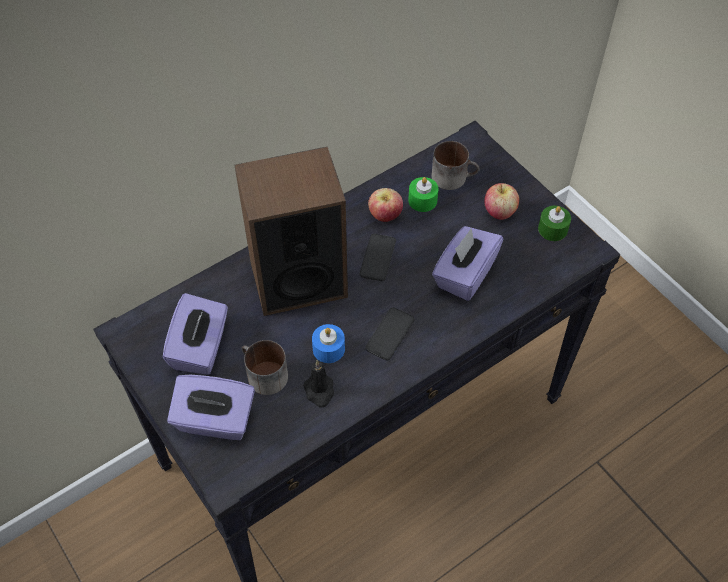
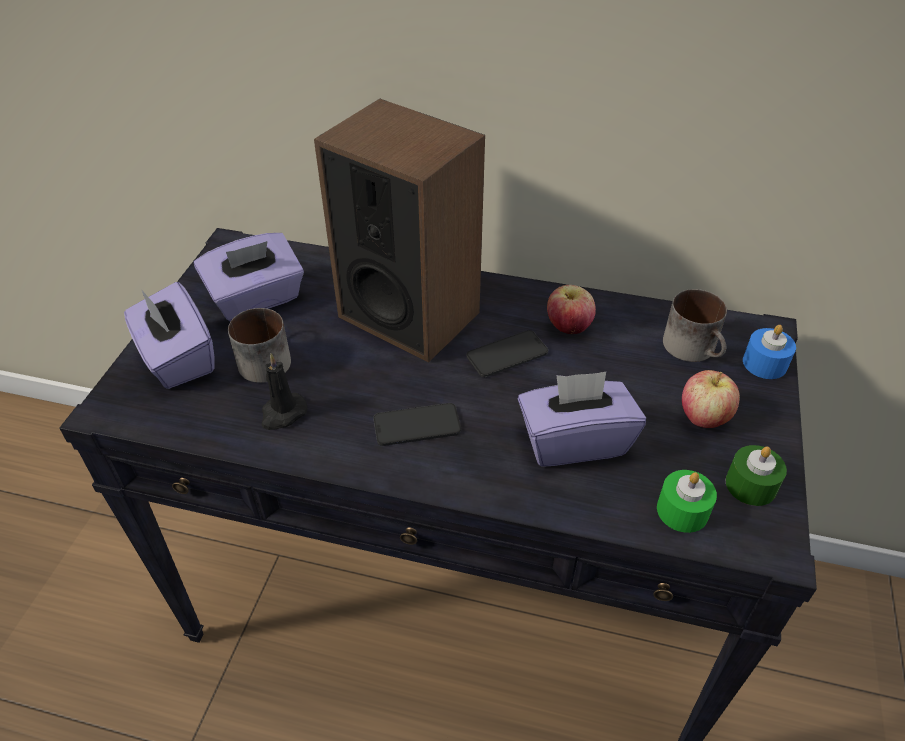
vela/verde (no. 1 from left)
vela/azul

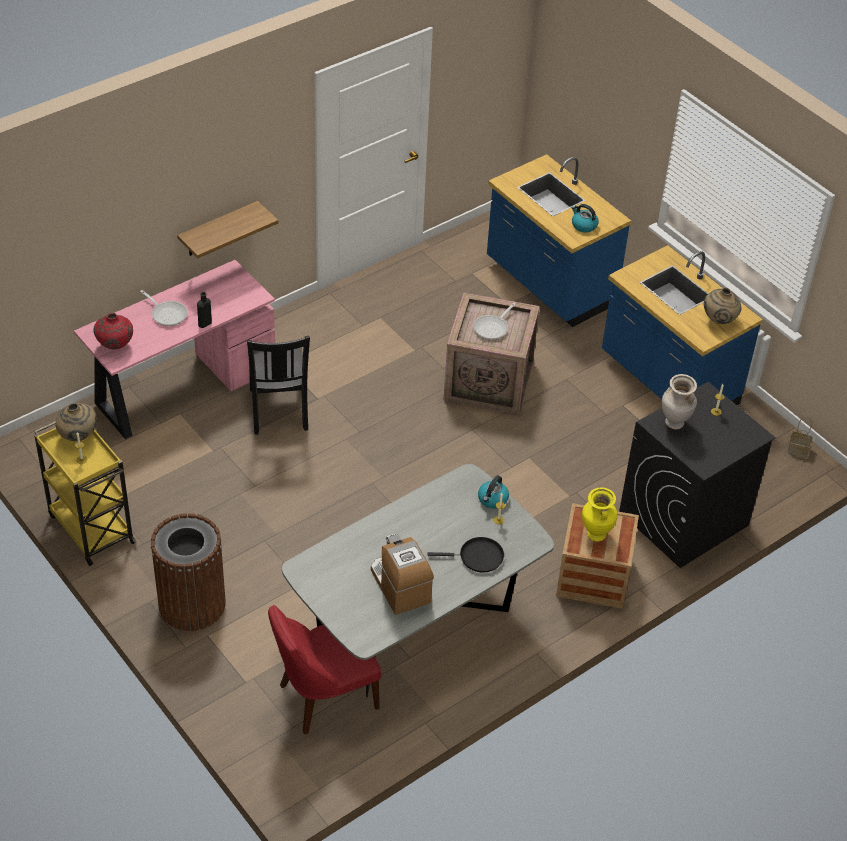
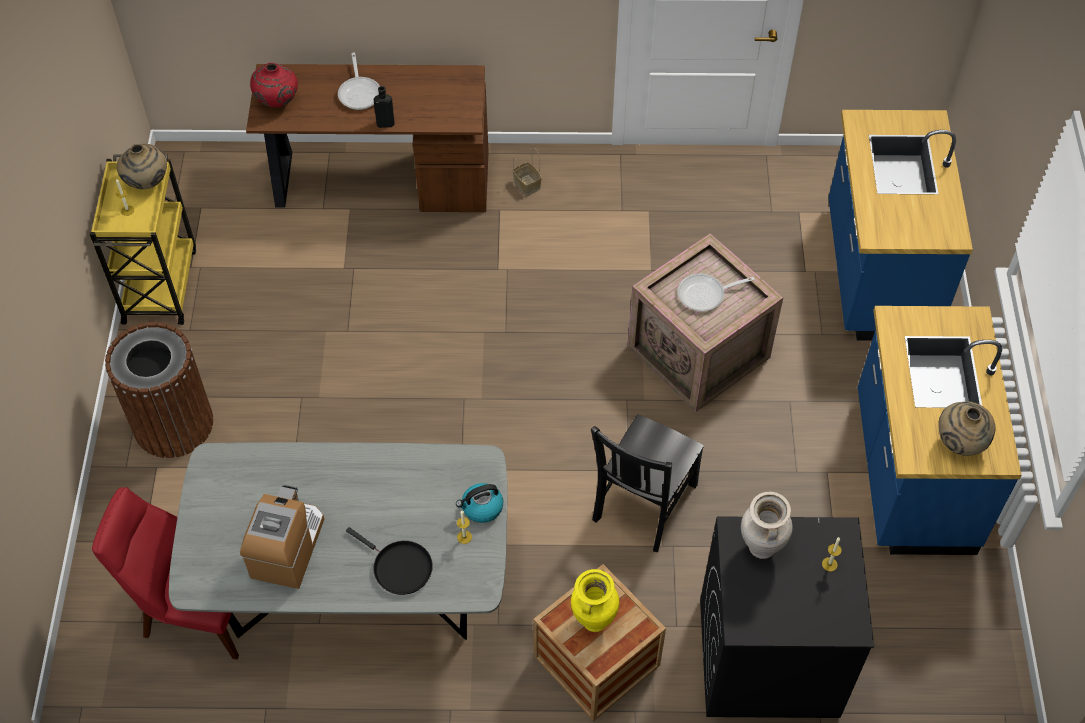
escritorio/marrón
cesta
silla/negro
estante
hervidor (no. 2 from left in the first image)

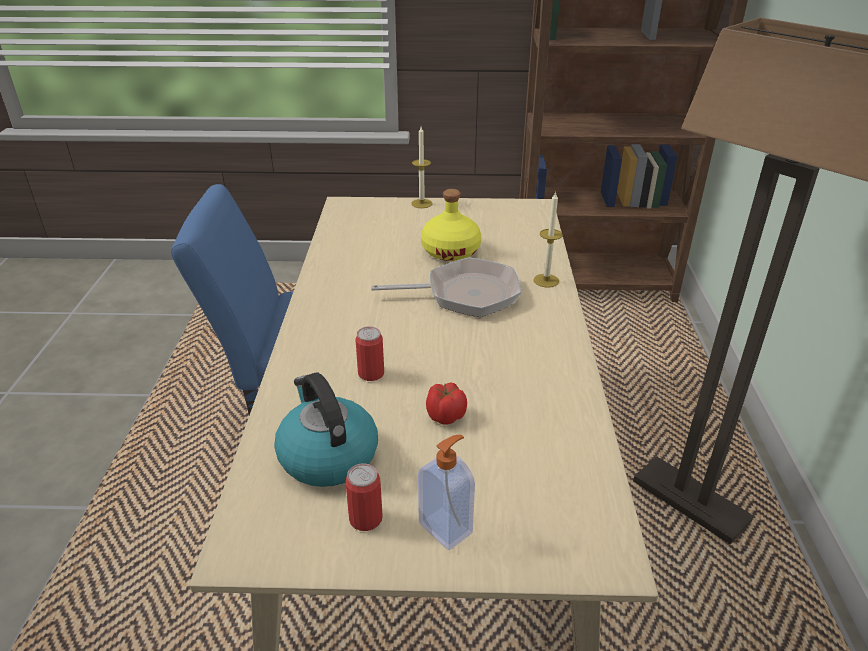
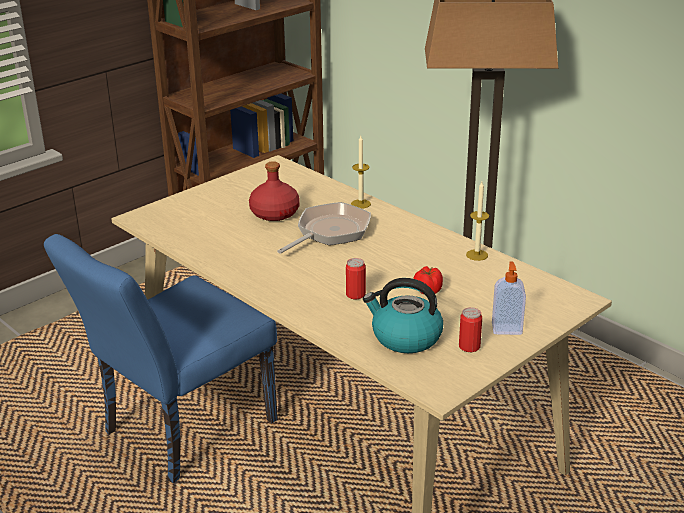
botella/rojo
vela (no. 2 from left)

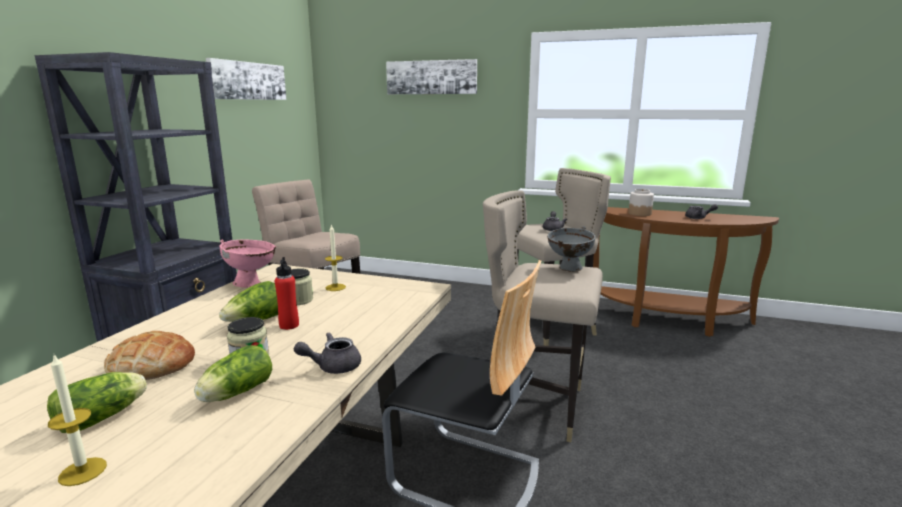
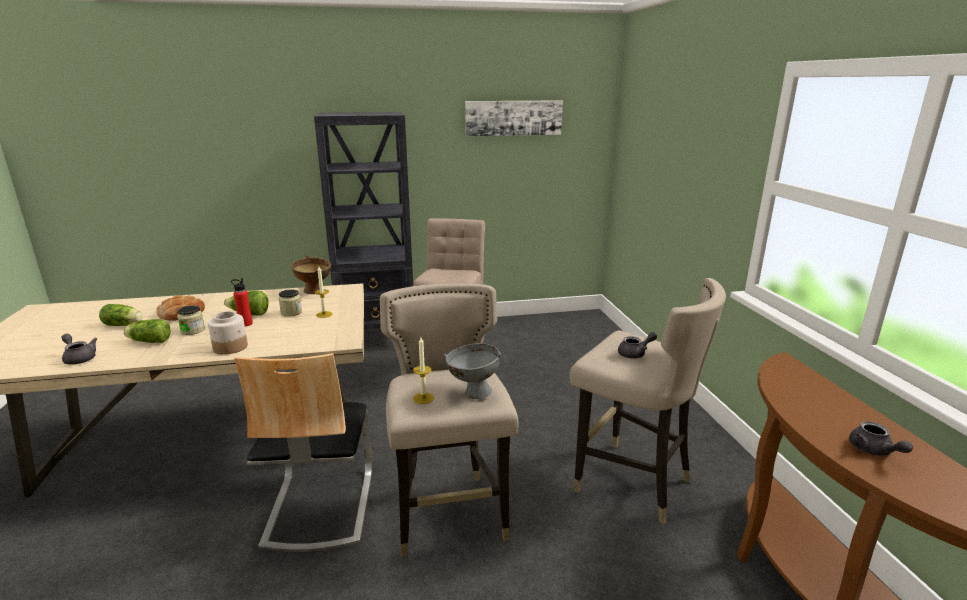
tetera/gris (no. 1 from left)
tarro (no. 2 from left)
cuenco/marrón
vela (no. 2 from left)
cuadro (no. 2 from left in the first image)

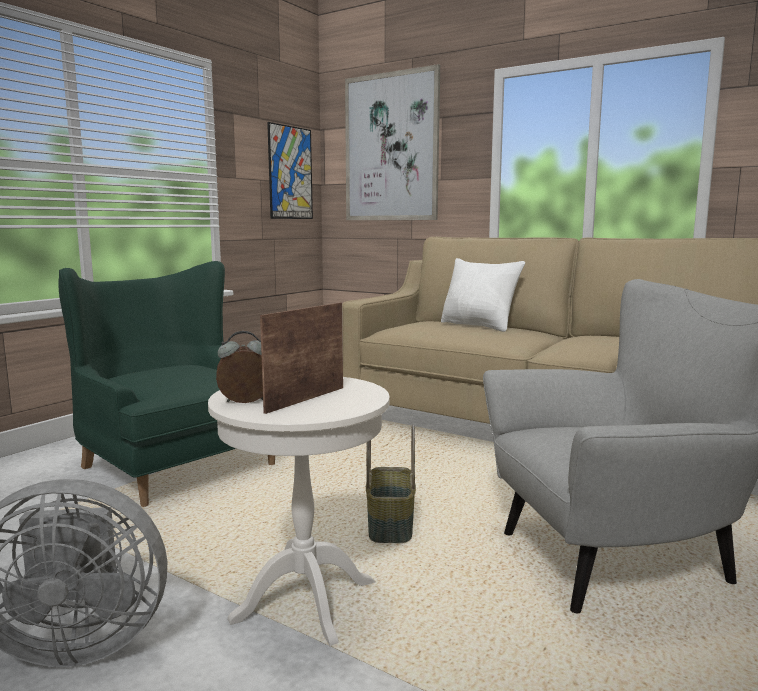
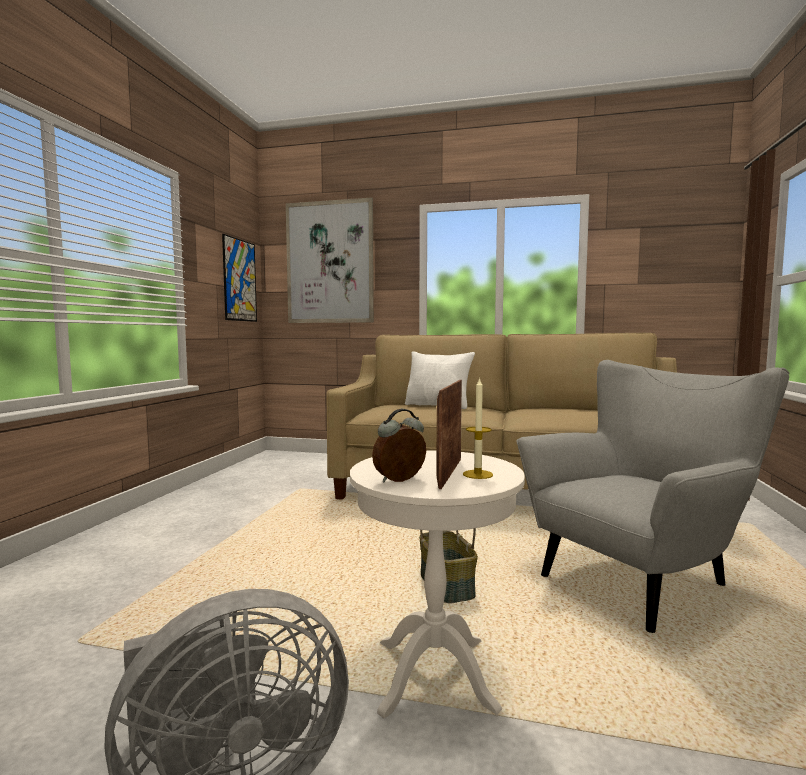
vela
sillón/verde

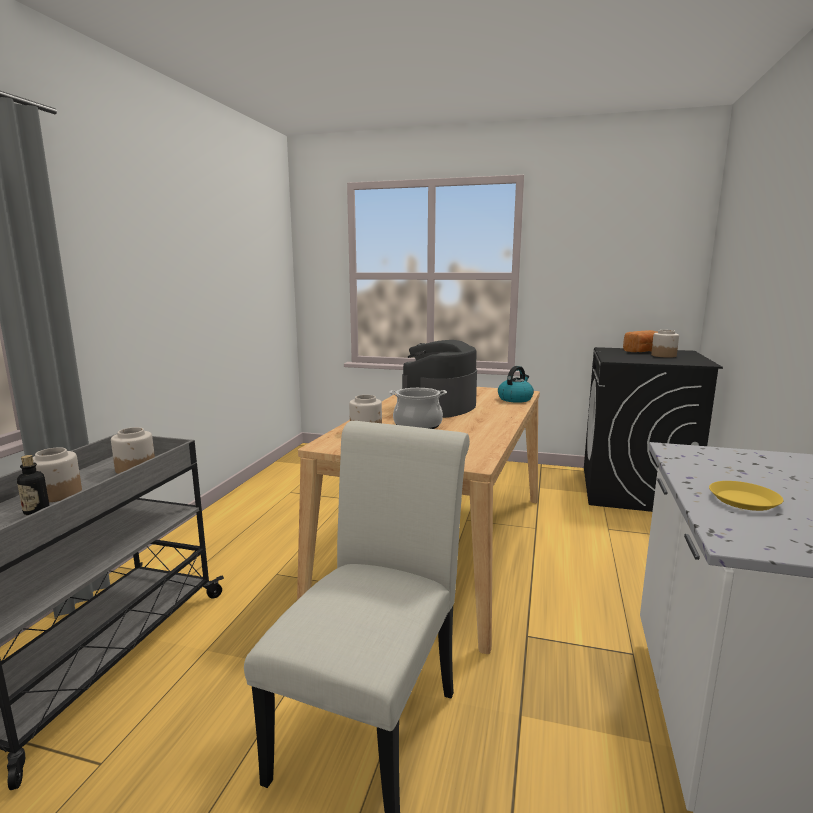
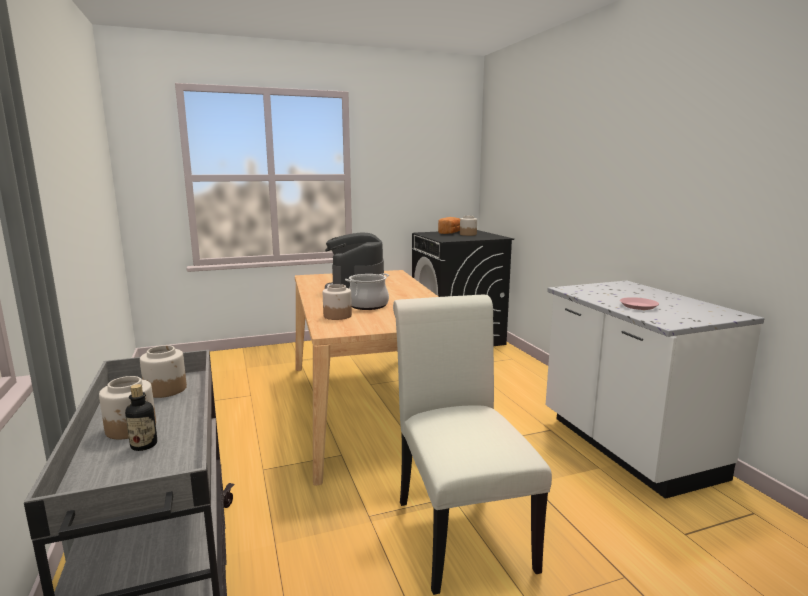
plato/rosa
hervidor

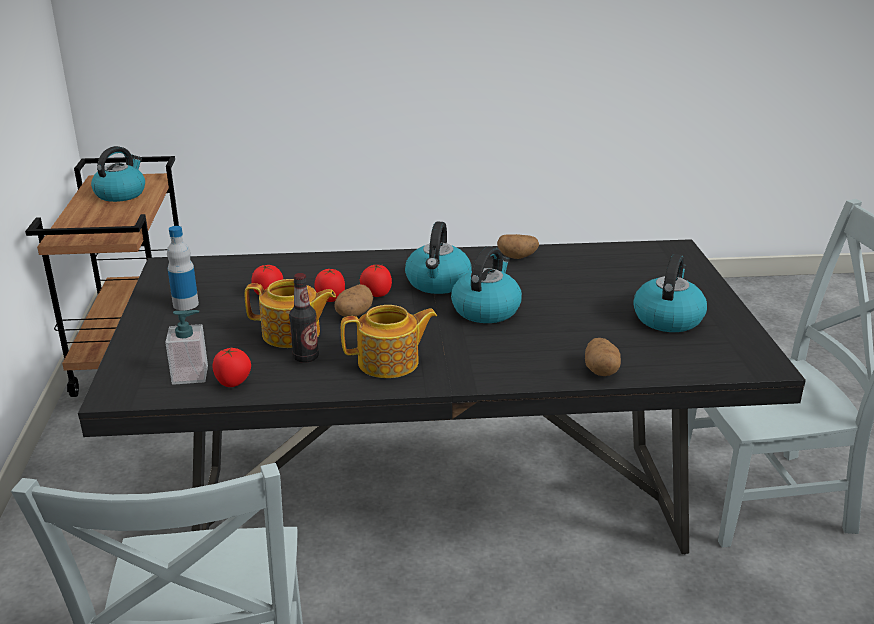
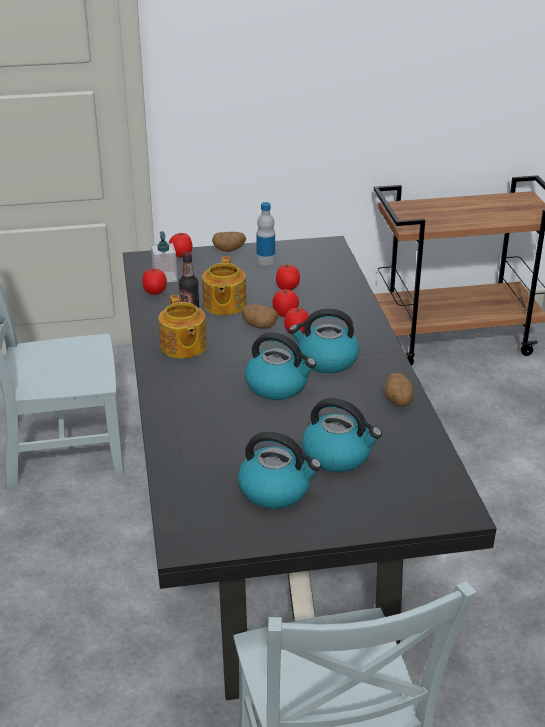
tomate (no. 2 from left)
patata (no. 1 from left)
hervidor (no. 4 from left)

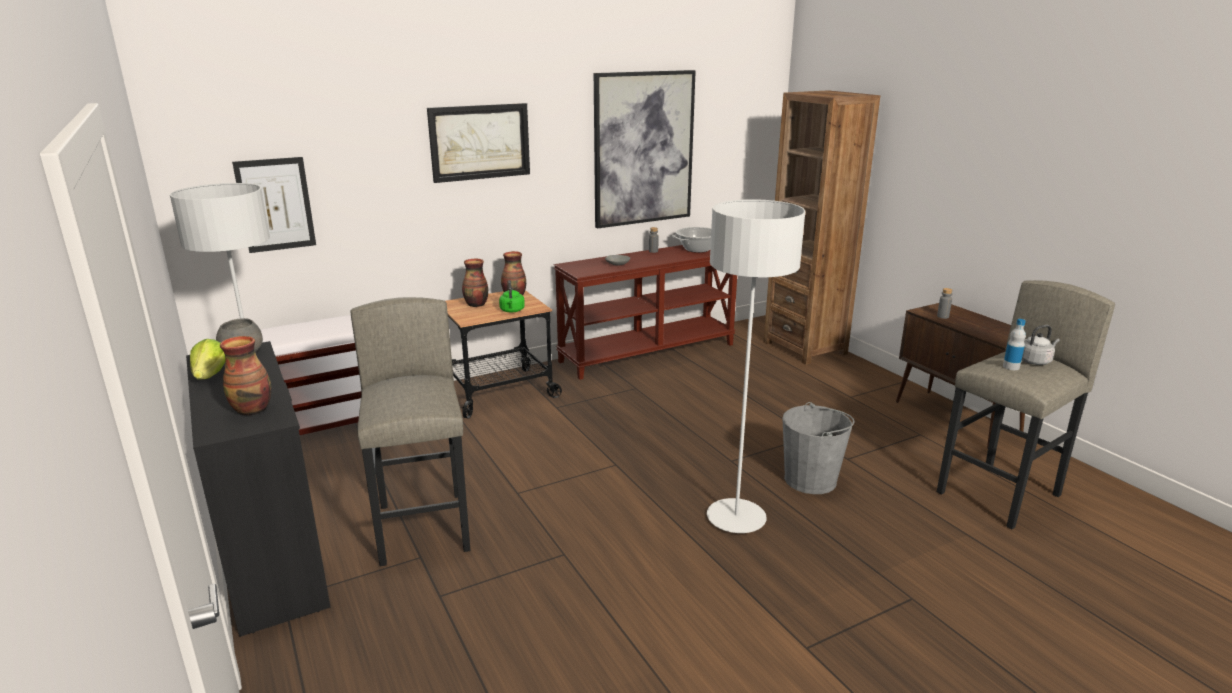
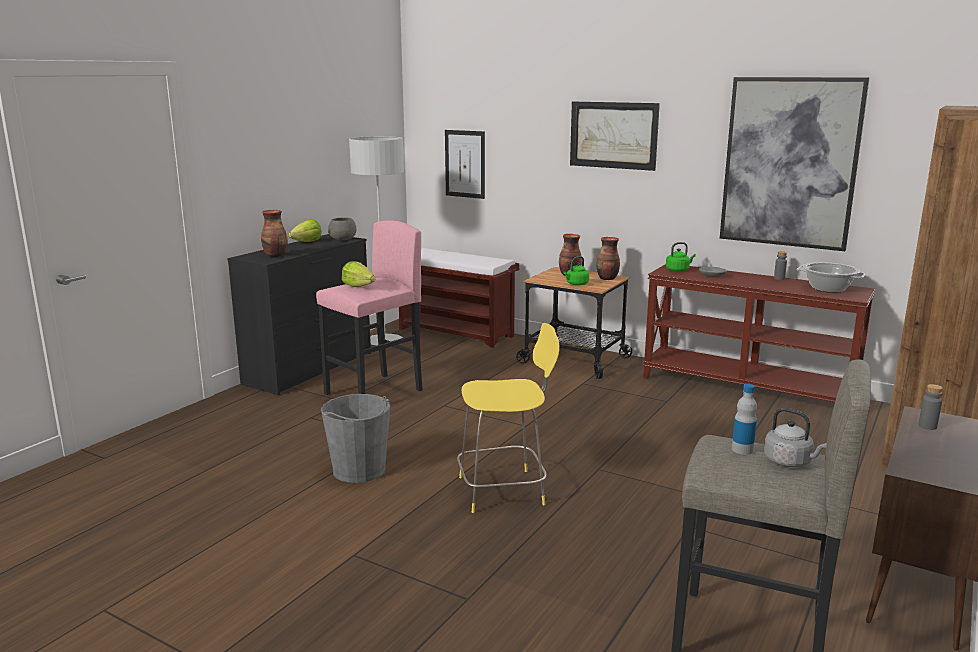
taburete/rosa
cubo/gris
lechuga (no. 2 from left)
taburete/amarillo
hervidor/verde (no. 2 from left)

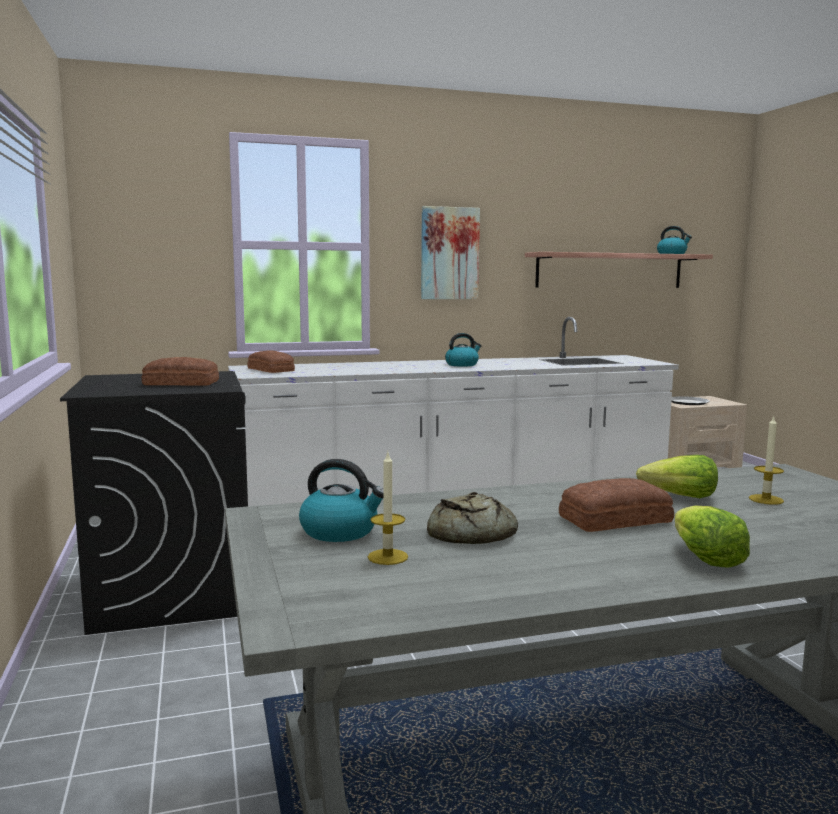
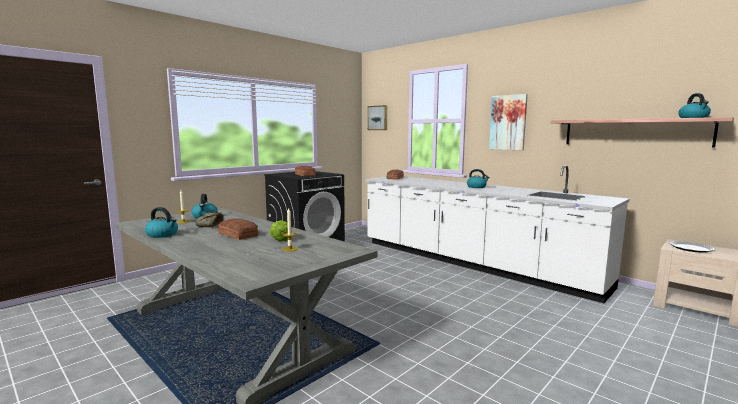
hervidor (no. 1 from left)
cuadro (no. 1 from left)
lechuga (no. 2 from left in the first image)

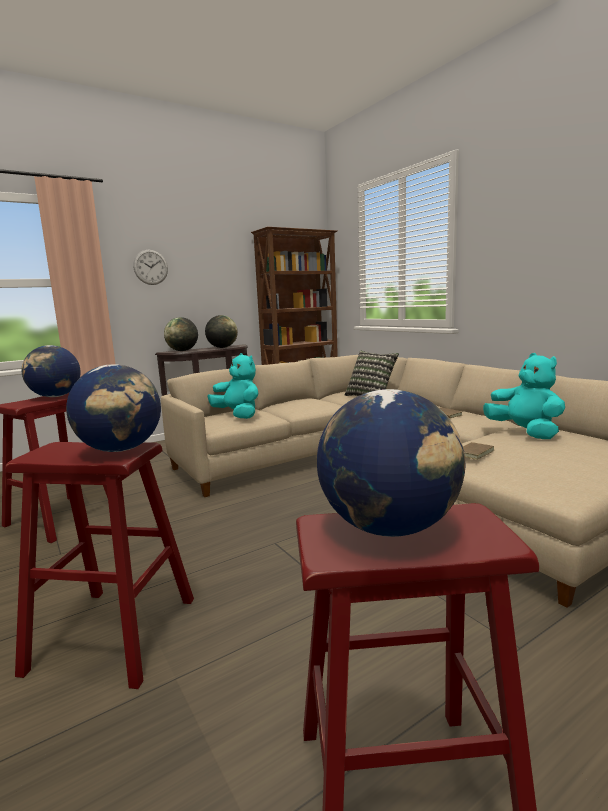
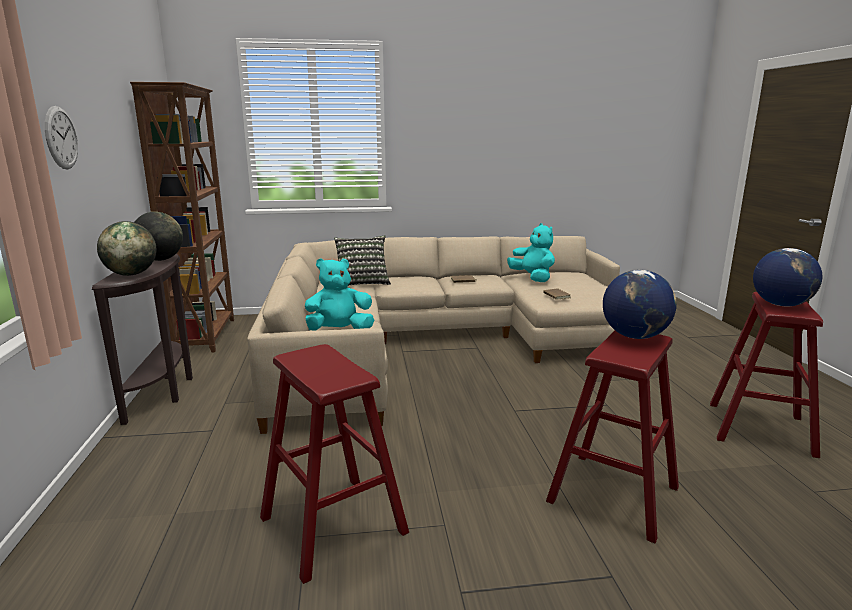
peluche/turquesa (no. 2 from left)
globo terráqueo (no. 1 from left in the first image)

